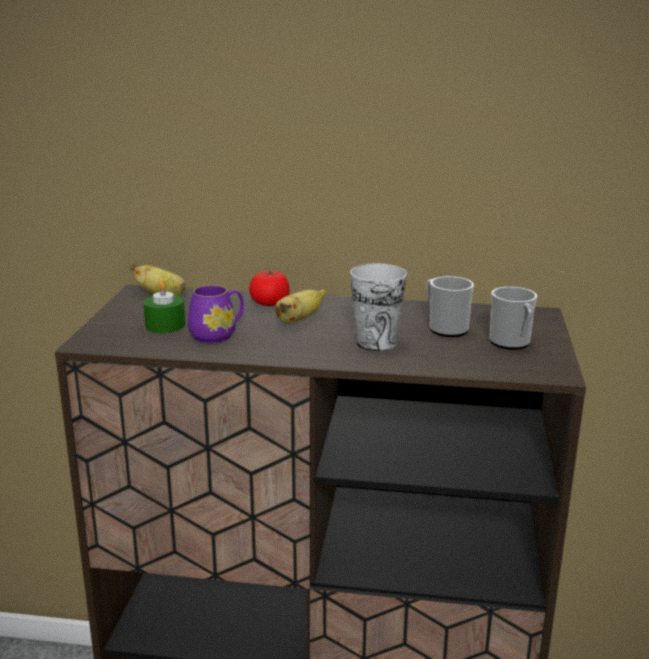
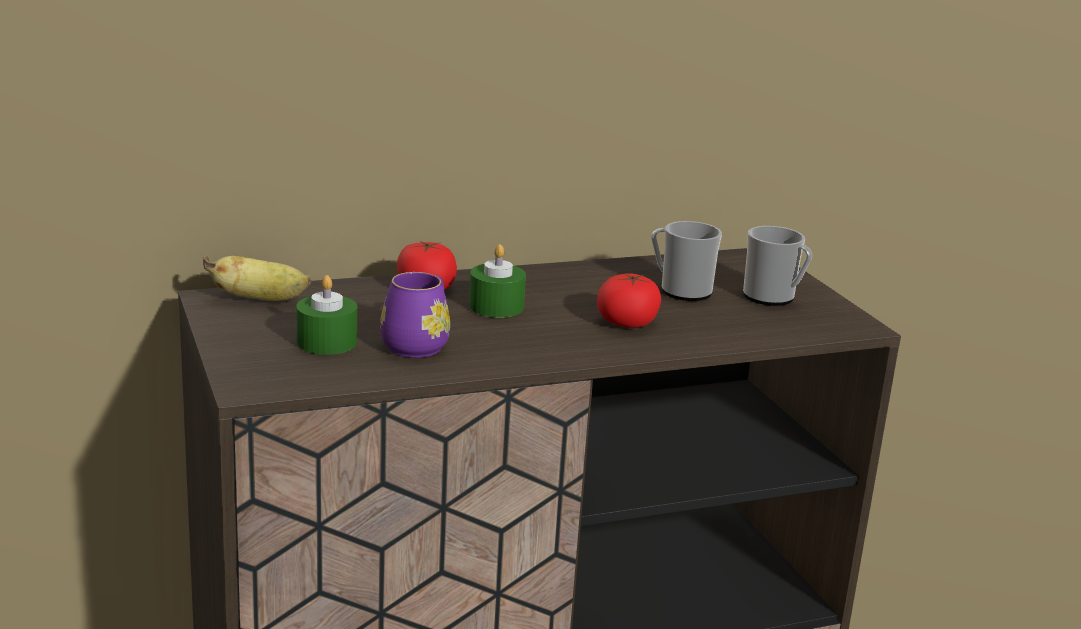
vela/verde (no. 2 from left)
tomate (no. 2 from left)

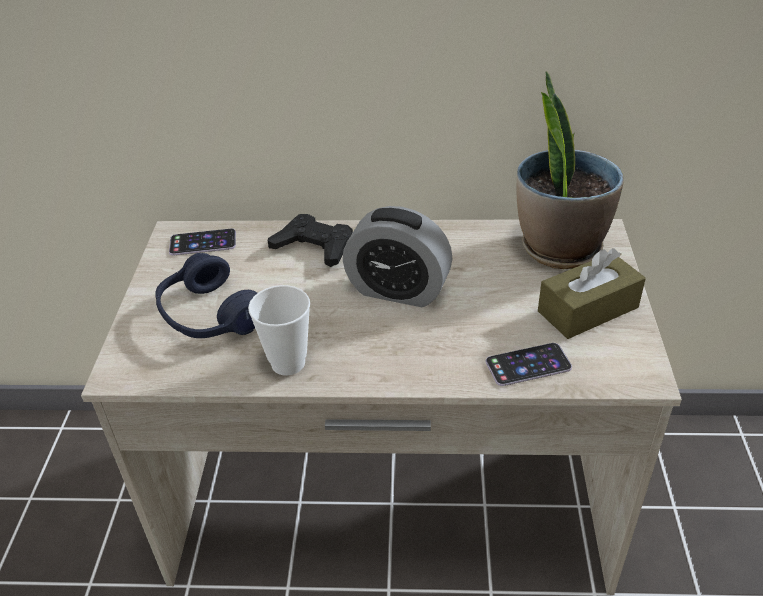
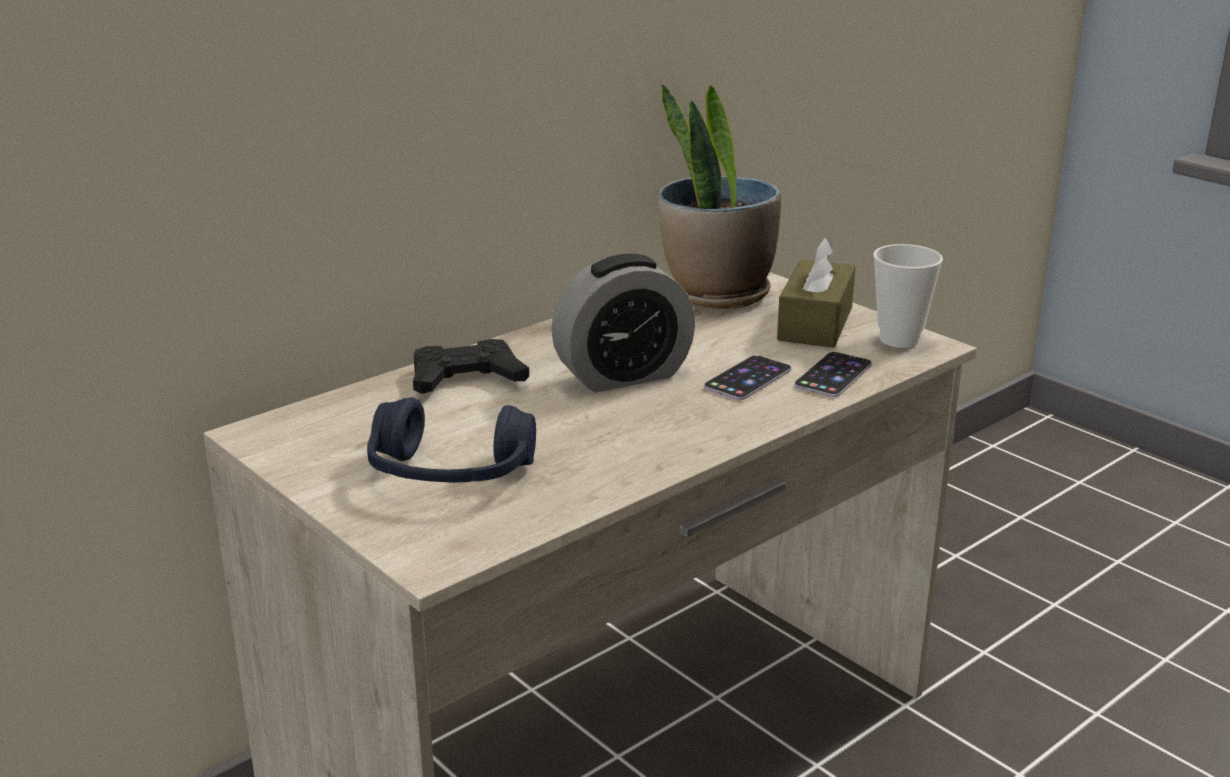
móvil (no. 1 from left)
taza

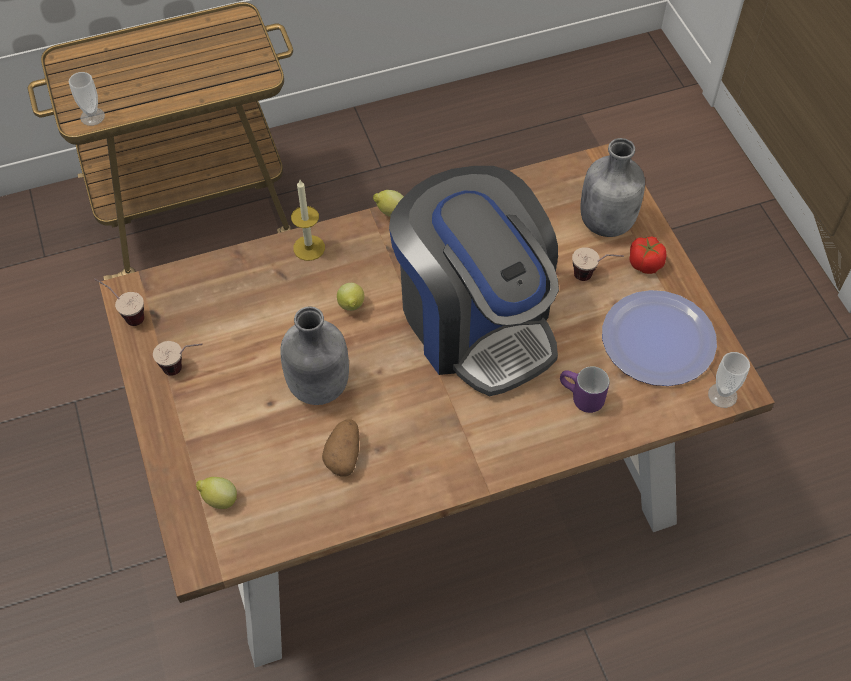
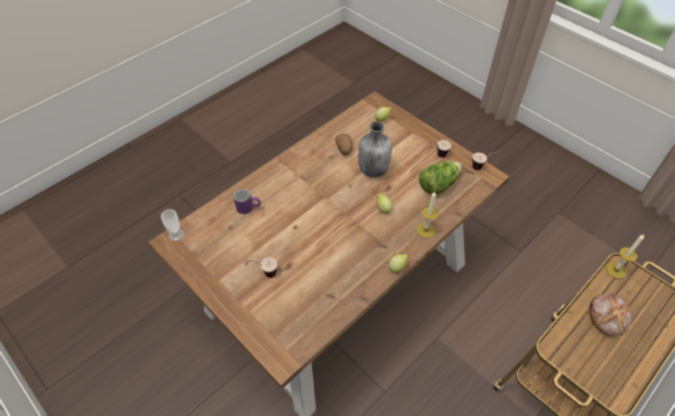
lechuga
pan
vela (no. 2 from left)
cafetera
botella/gris (no. 2 from left in the first image)
plato
tomate

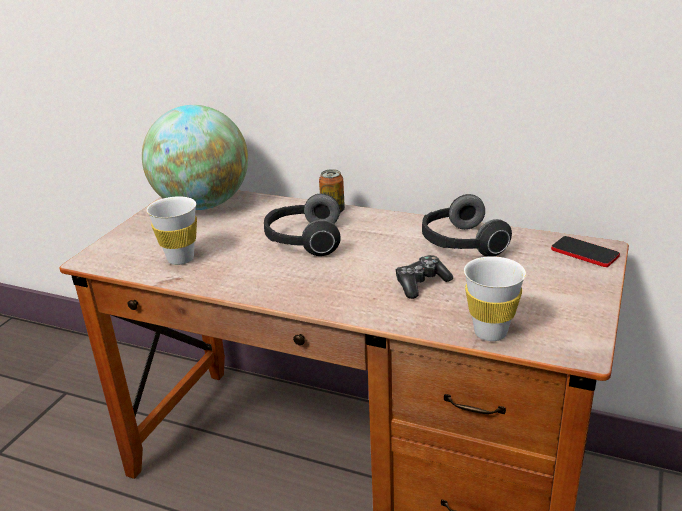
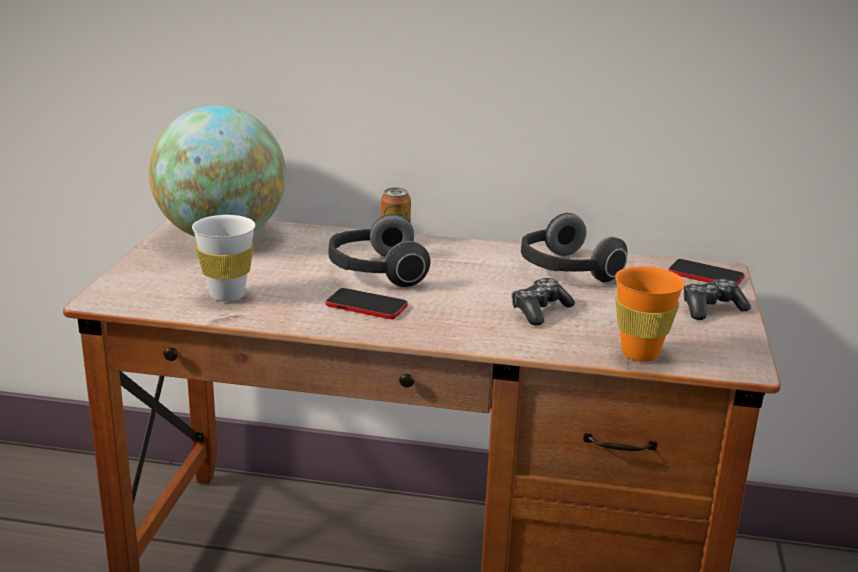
móvil (no. 1 from left)
taza/naranja
mando de consola (no. 2 from left)

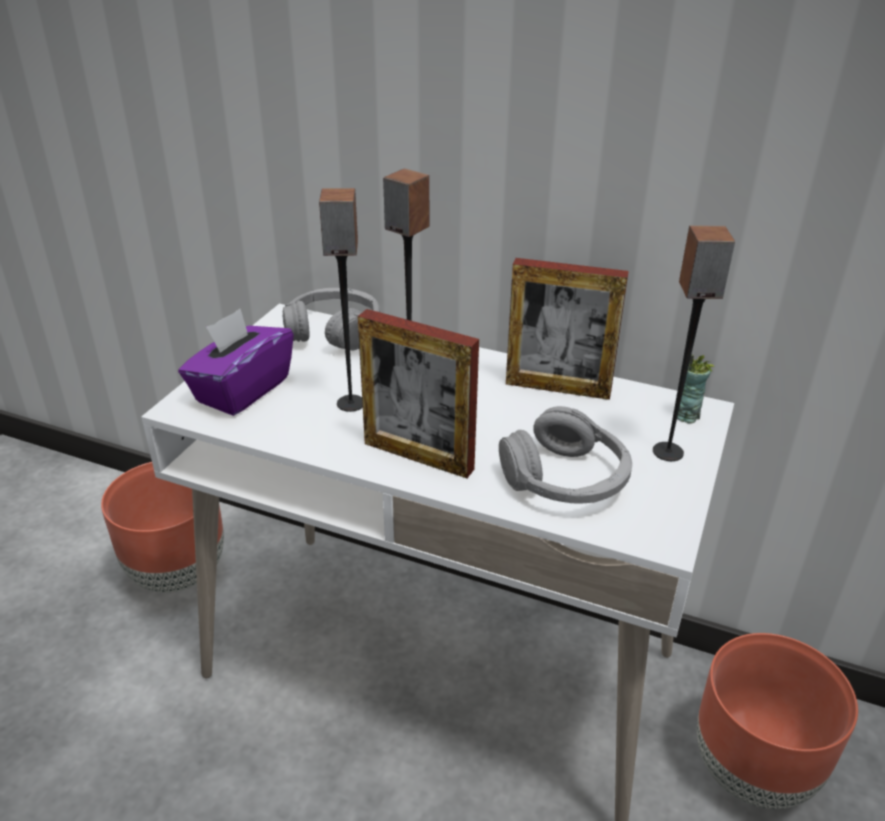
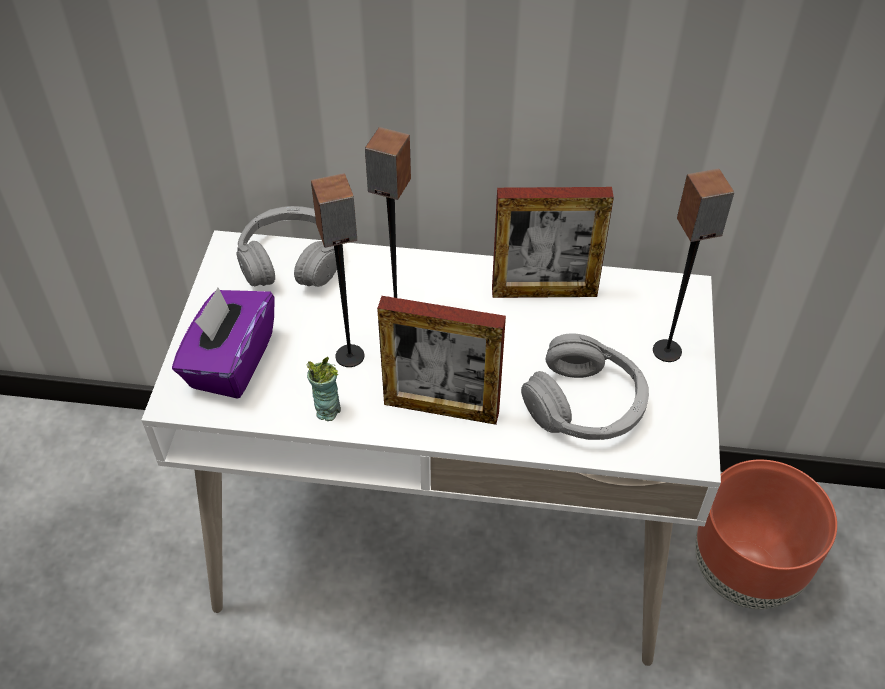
taza
maceta/marrón (no. 1 from left in the first image)

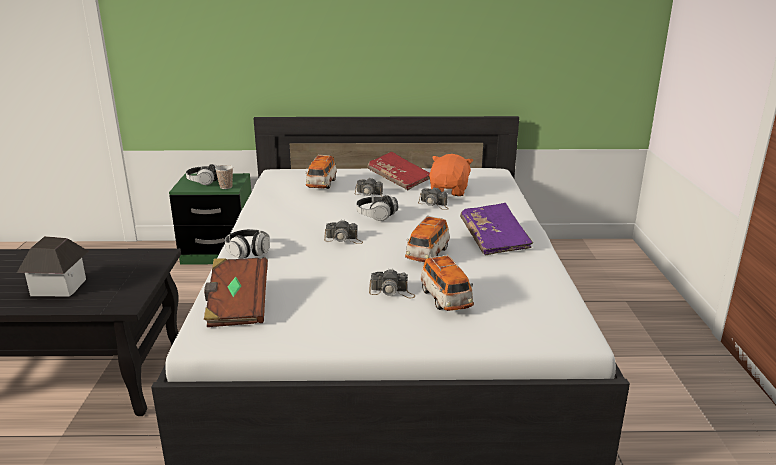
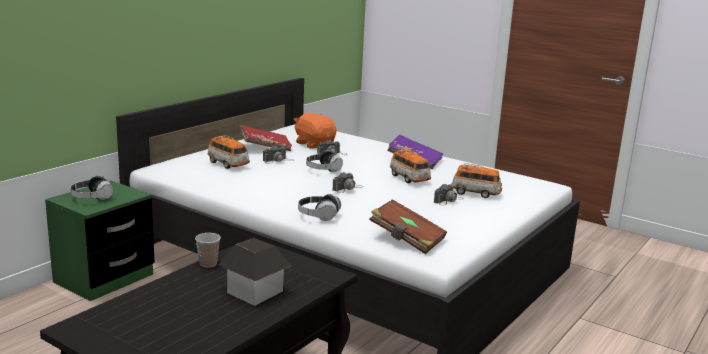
taza

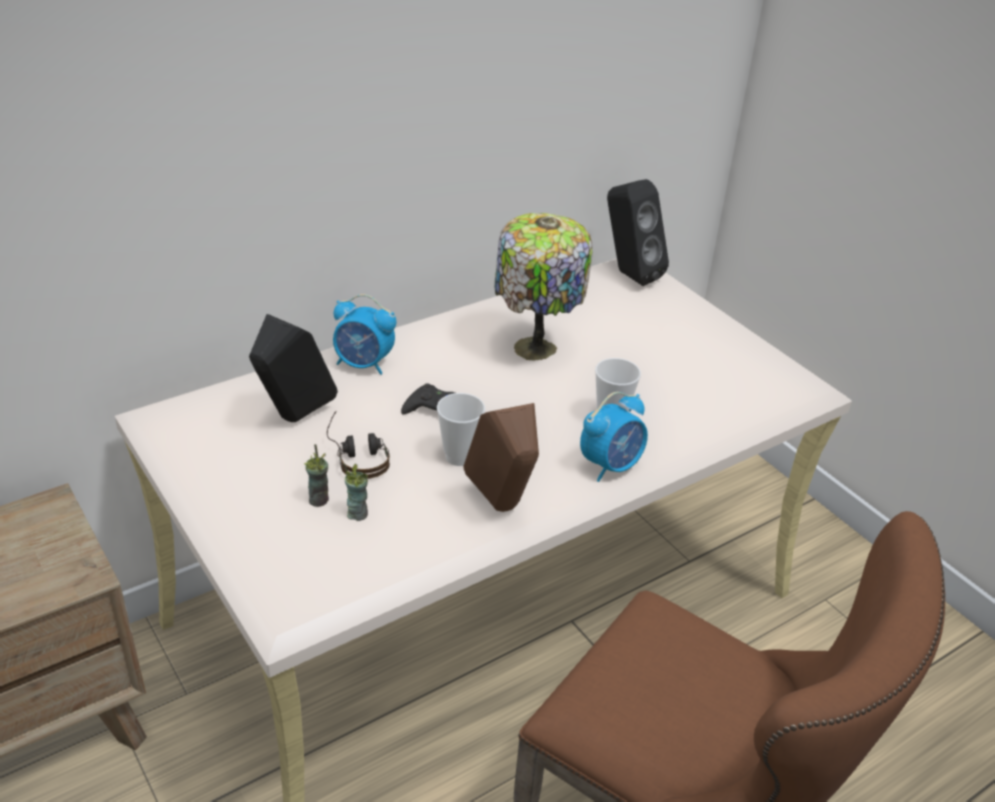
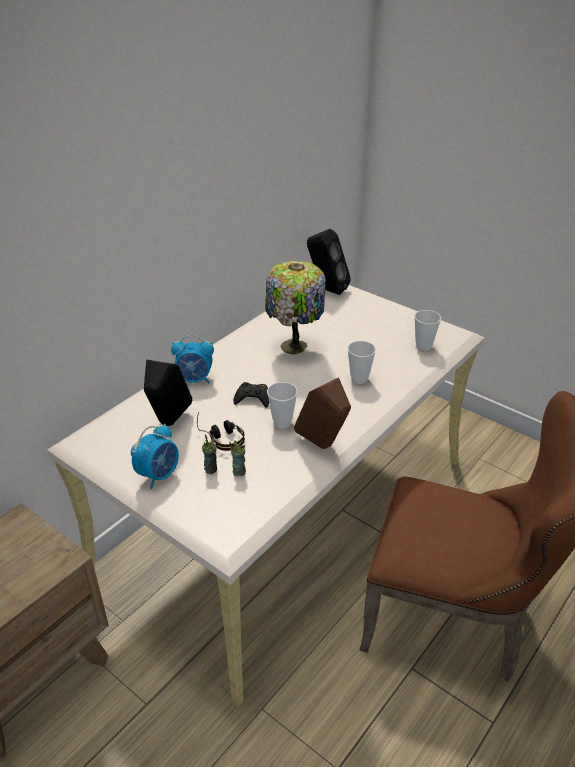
despertador (no. 1 from left)
taza (no. 5 from left)

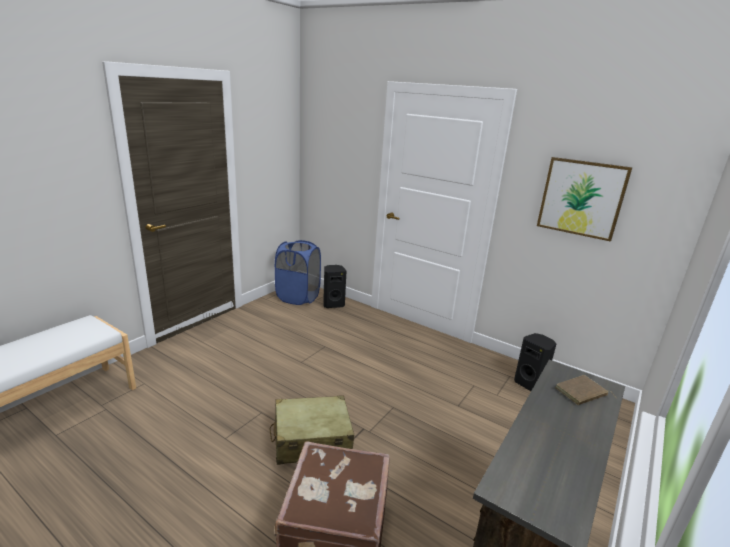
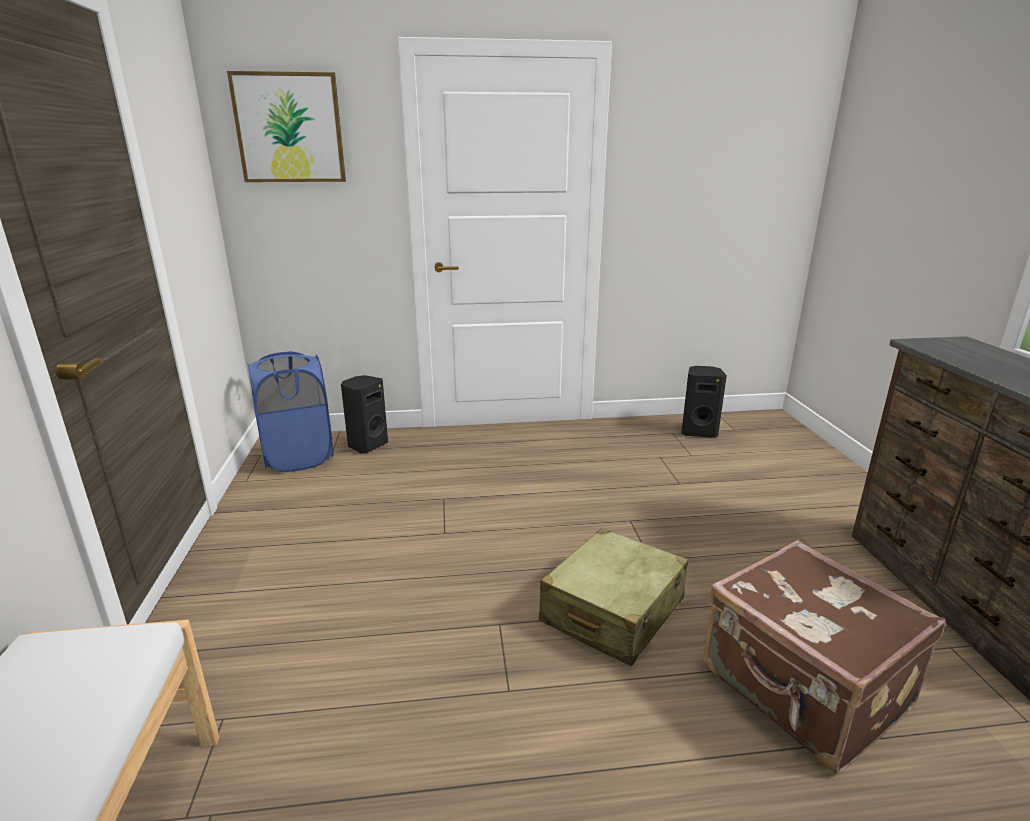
cuadro
libro/marrón

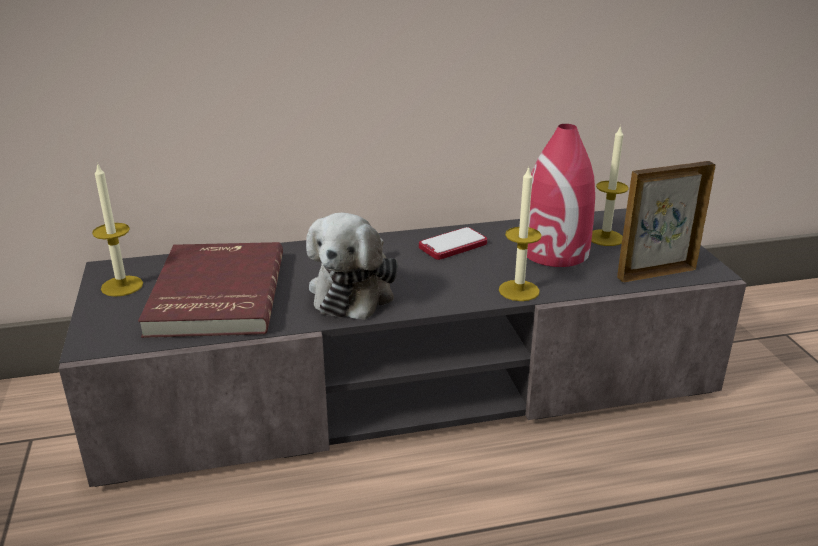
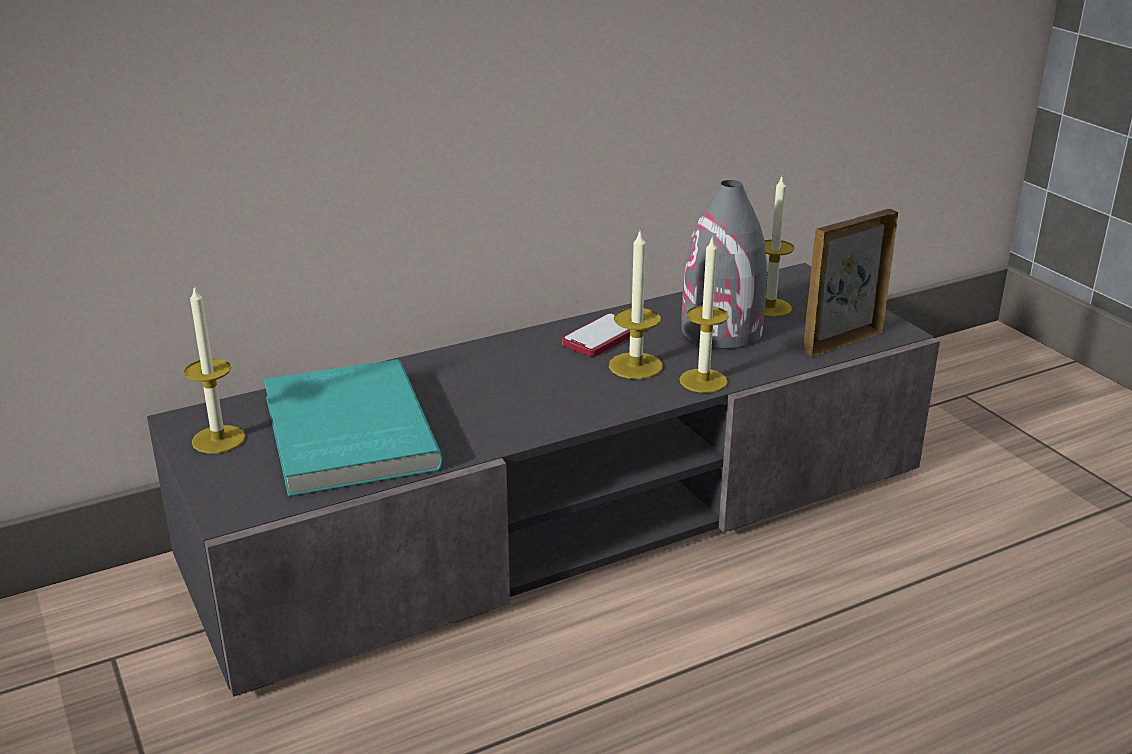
libro/turquesa
vela (no. 2 from left)
florero/gris
peluche

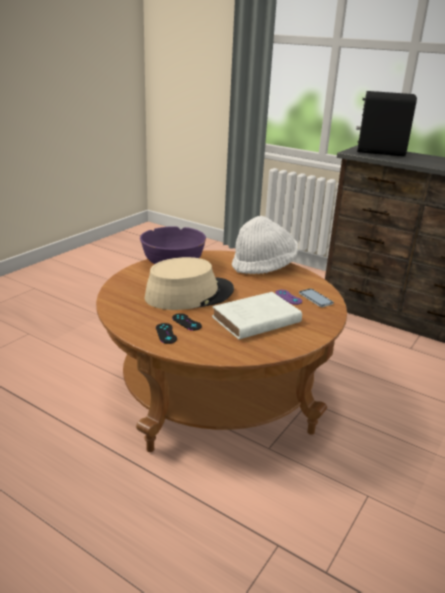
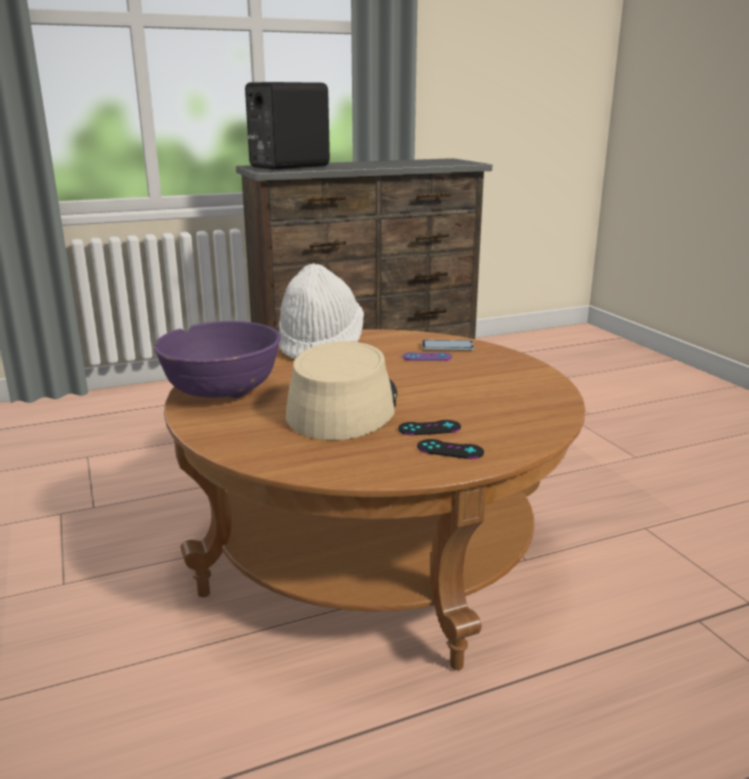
libro/blanco

